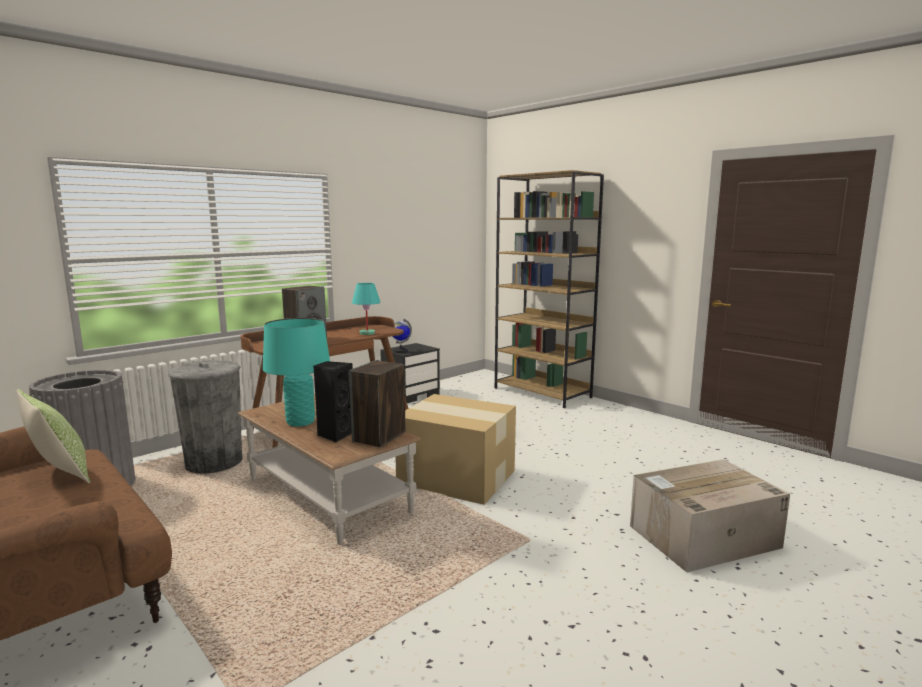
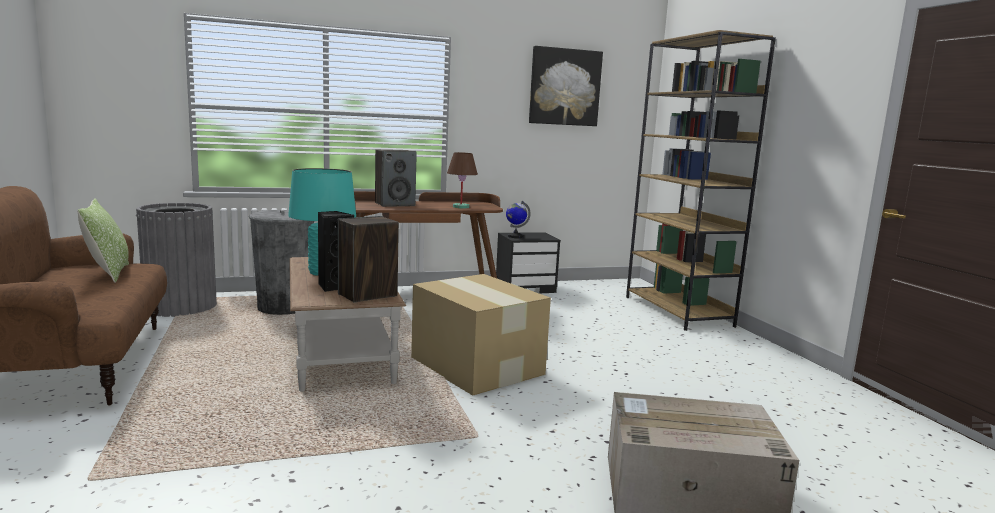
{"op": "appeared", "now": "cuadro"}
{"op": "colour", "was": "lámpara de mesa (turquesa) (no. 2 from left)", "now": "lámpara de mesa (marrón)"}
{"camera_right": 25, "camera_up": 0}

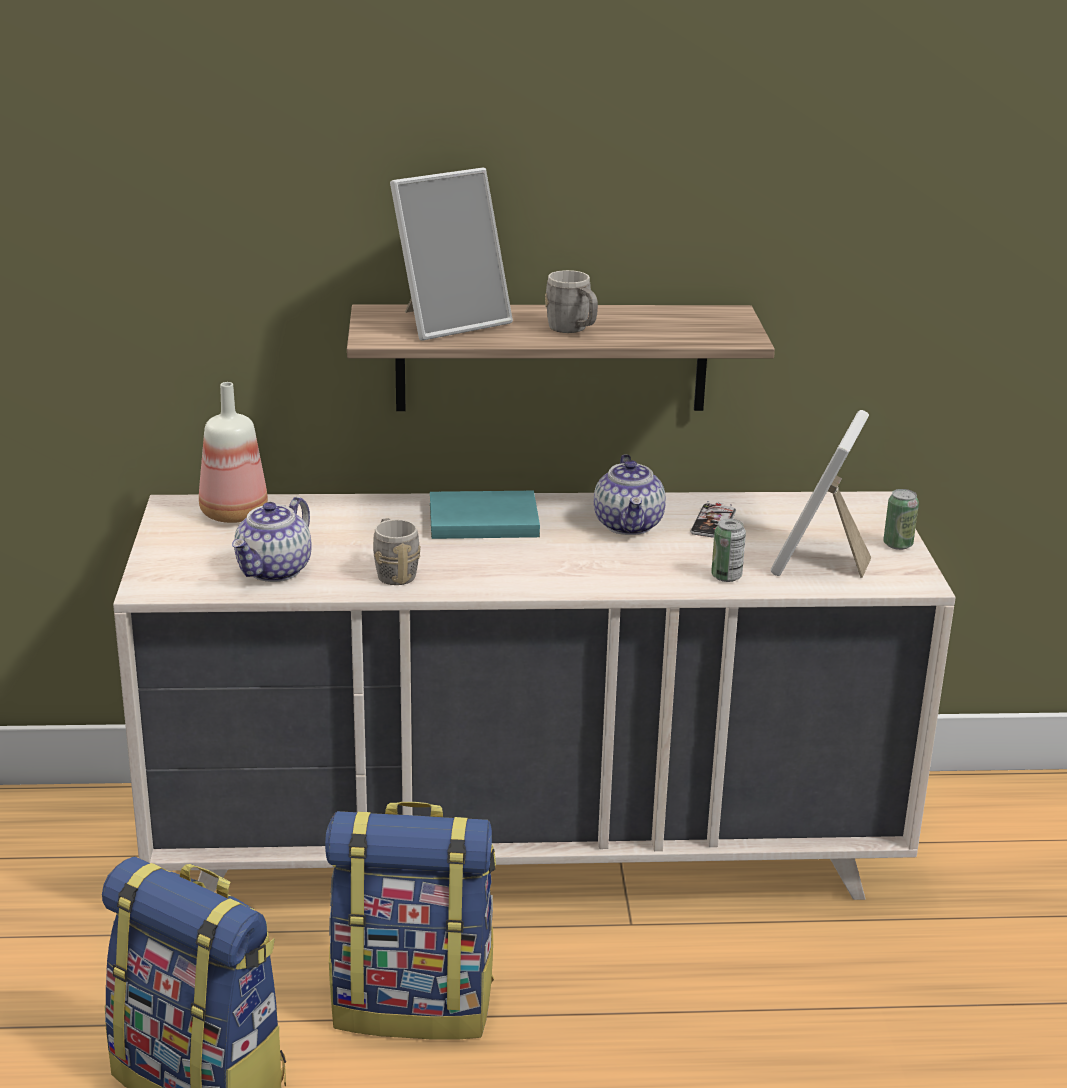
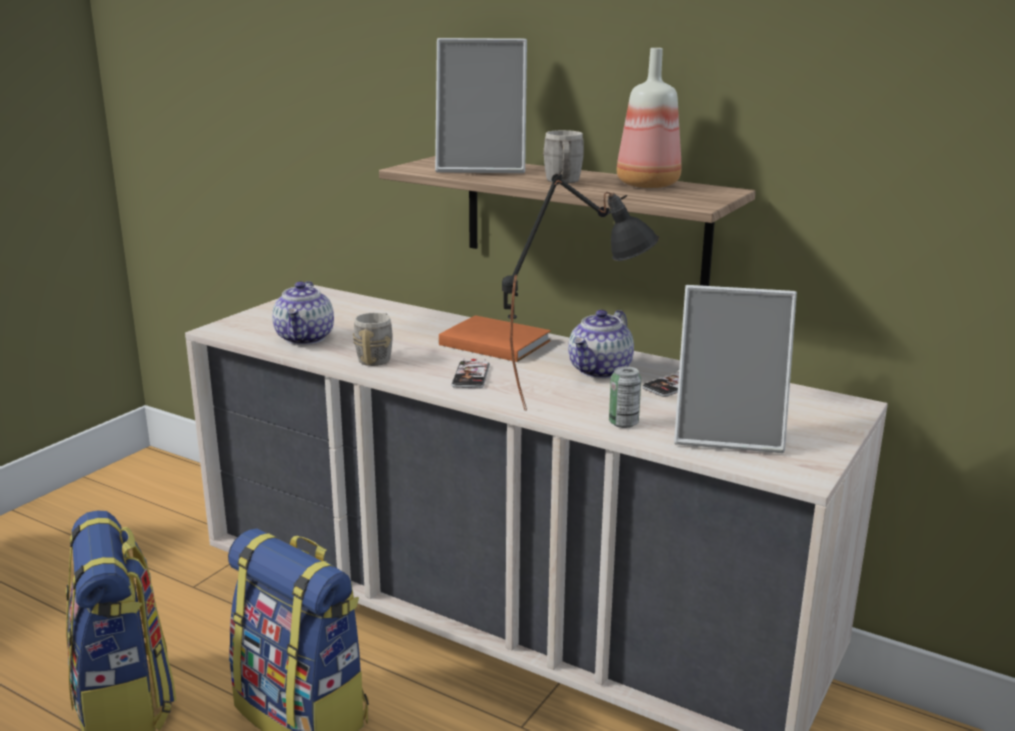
{"op": "missing", "was": "lata (no. 2 from left)"}
{"op": "appeared", "now": "móvil (no. 1 from left)"}
{"op": "appeared", "now": "lámpara de mesa (negro)"}
{"op": "relocated", "was": "botella"}
{"op": "colour", "was": "libro (turquesa)", "now": "libro (naranja)"}
{"op": "spun", "was": "tetera (no. 1 from left)", "clockwise": -60}
{"op": "spun", "was": "portarretratos (no. 2 from left)", "clockwise": -135}
{"camera_right": 35, "camera_up": -5}

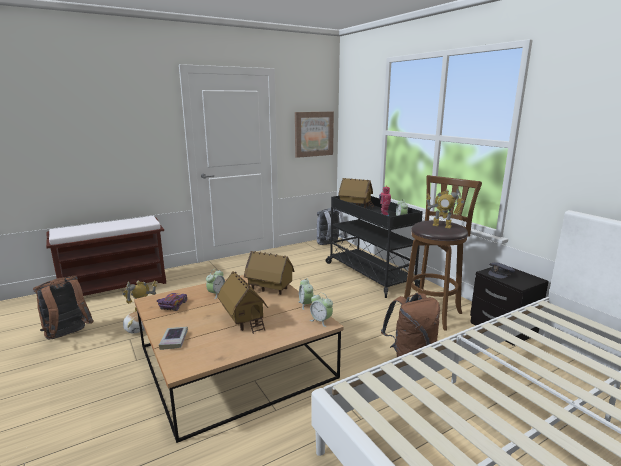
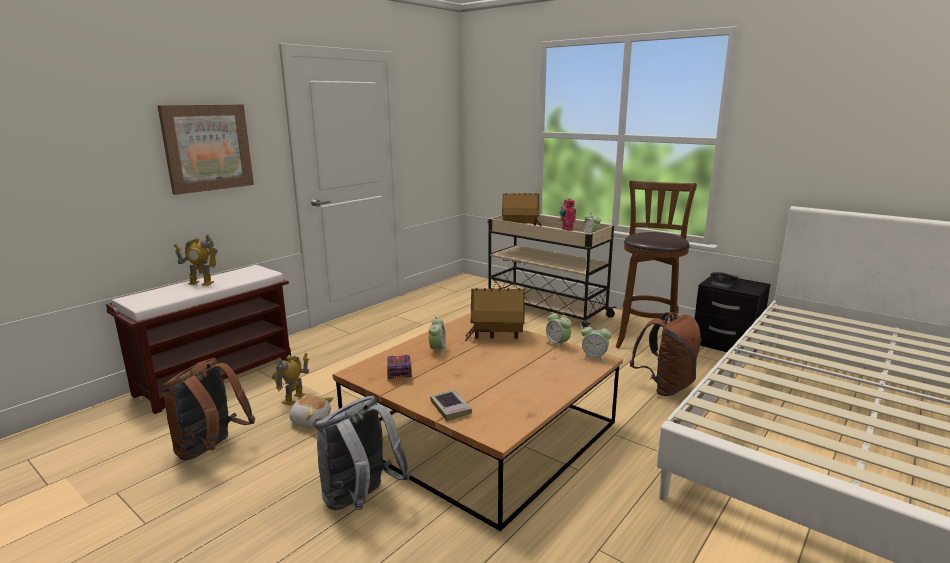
{"op": "missing", "was": "casita (no. 1 from left)"}
{"op": "relocated", "was": "cuadro"}
{"op": "relocated", "was": "mochila (gris)"}
{"op": "relocated", "was": "robot de juguete (no. 3 from left in the first image)", "now": "robot de juguete (no. 1 from left)"}
{"op": "colour", "was": "carrito (negro)", "now": "carrito (beis)"}
{"camera_right": -20, "camera_up": 0}

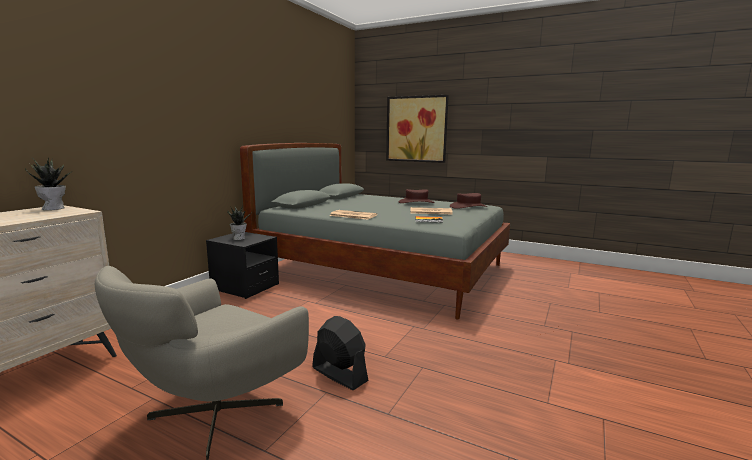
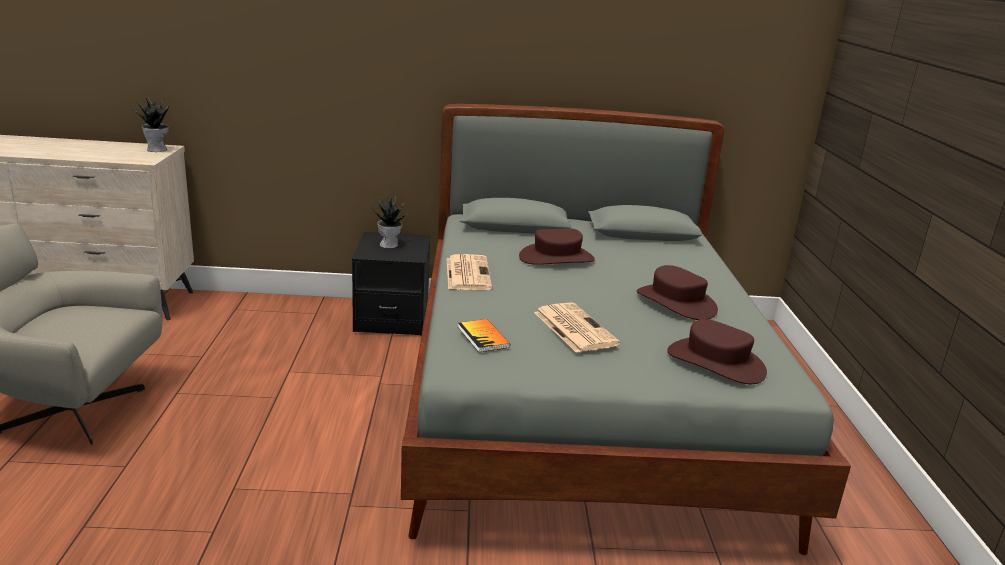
{"op": "missing", "was": "ventilador (negro)"}
{"op": "missing", "was": "cuadro"}
{"op": "appeared", "now": "sombrero (marrón) (no. 1 from left)"}
{"camera_right": 60, "camera_up": 10}

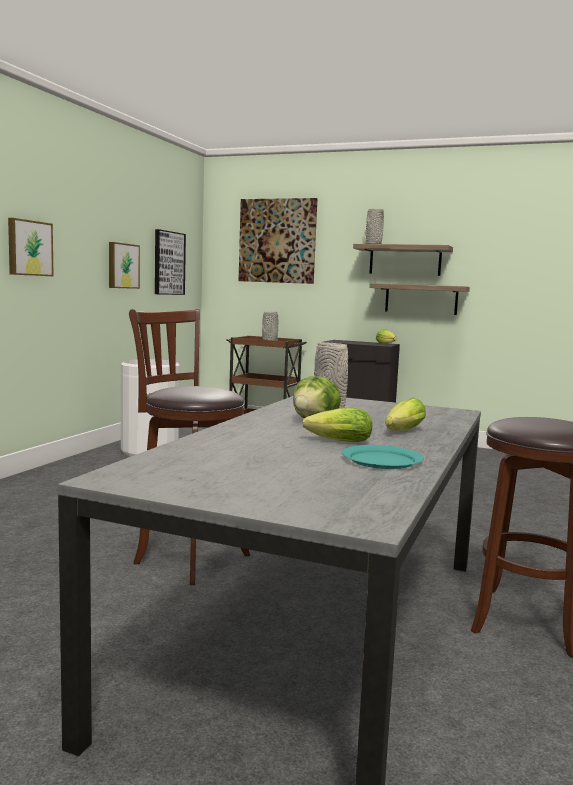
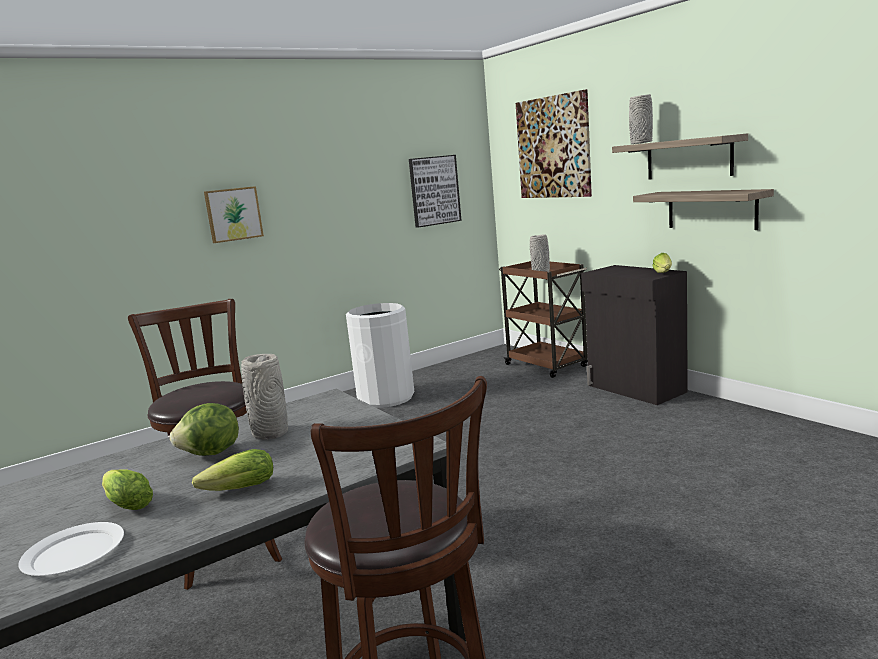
{"op": "missing", "was": "cuadro (no. 2 from left)"}
{"op": "colour", "was": "plato (turquesa)", "now": "plato (blanco)"}
{"camera_right": 35, "camera_up": 5}

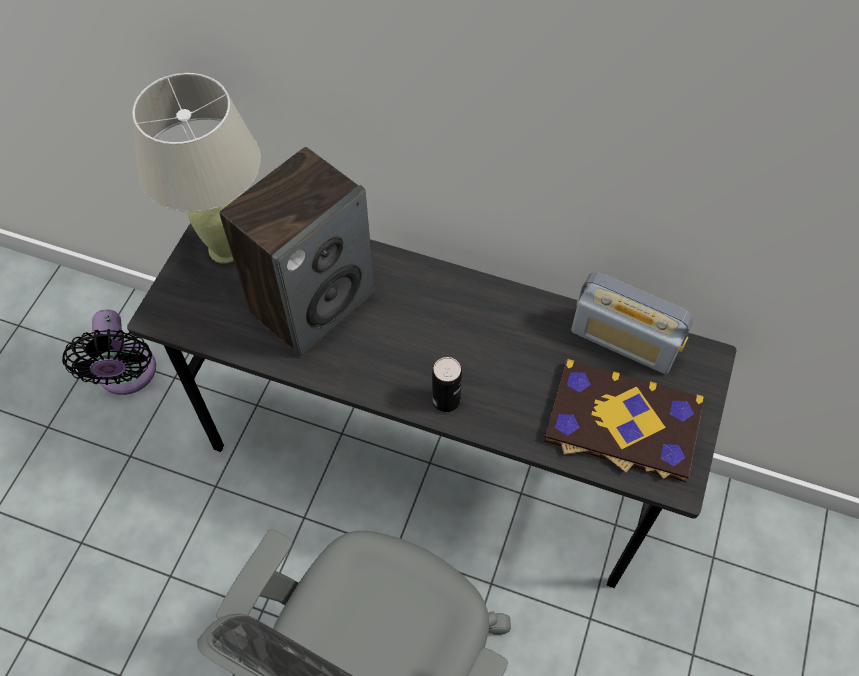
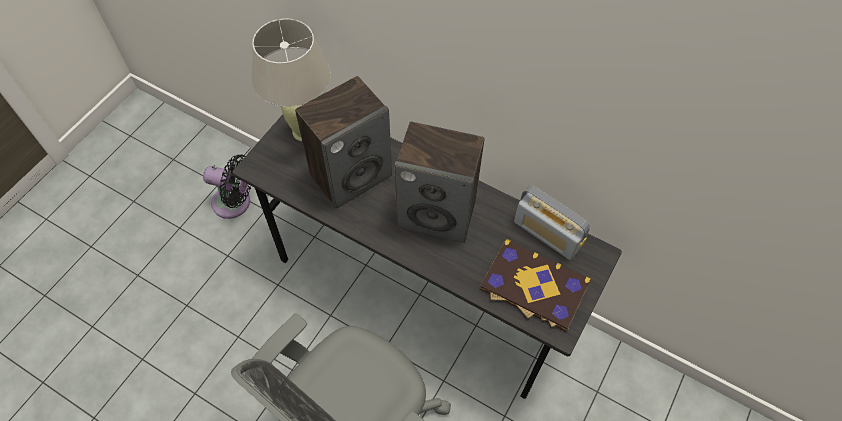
{"op": "missing", "was": "lata"}
{"op": "appeared", "now": "altavoz (no. 2 from left)"}
{"op": "spun", "was": "ventilador (negro)", "clockwise": -75}
{"camera_right": 10, "camera_up": 0}

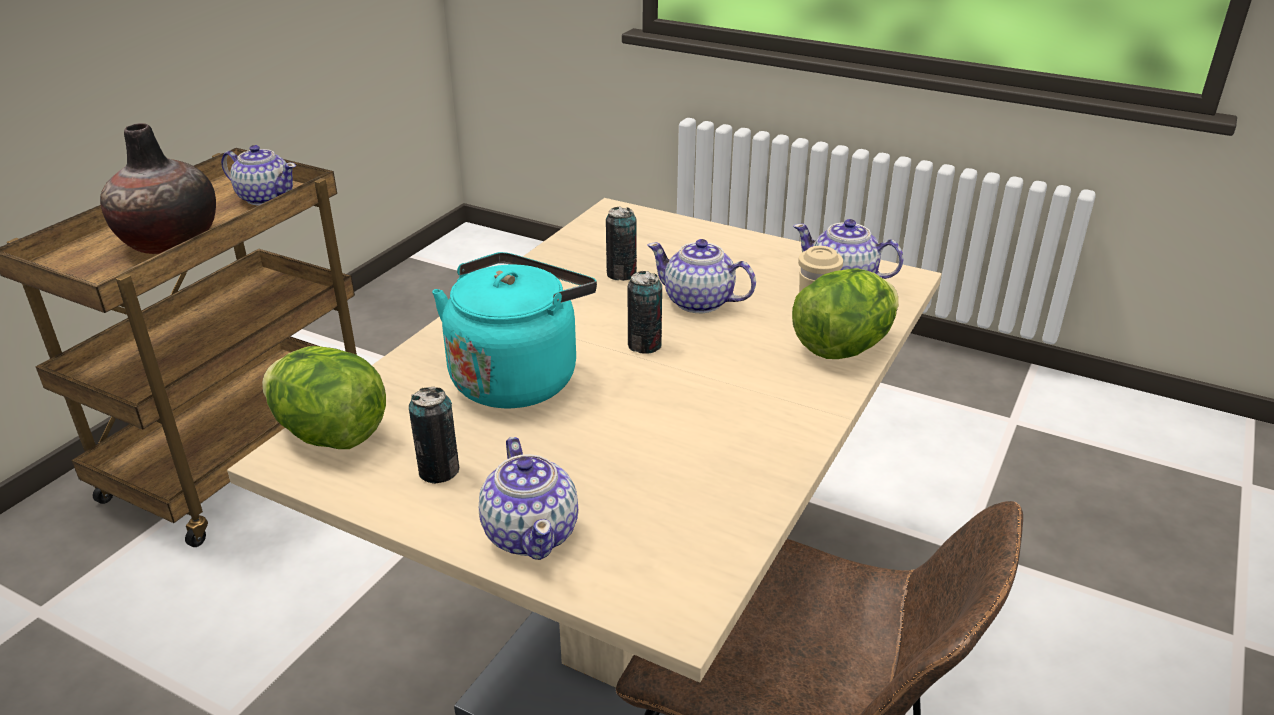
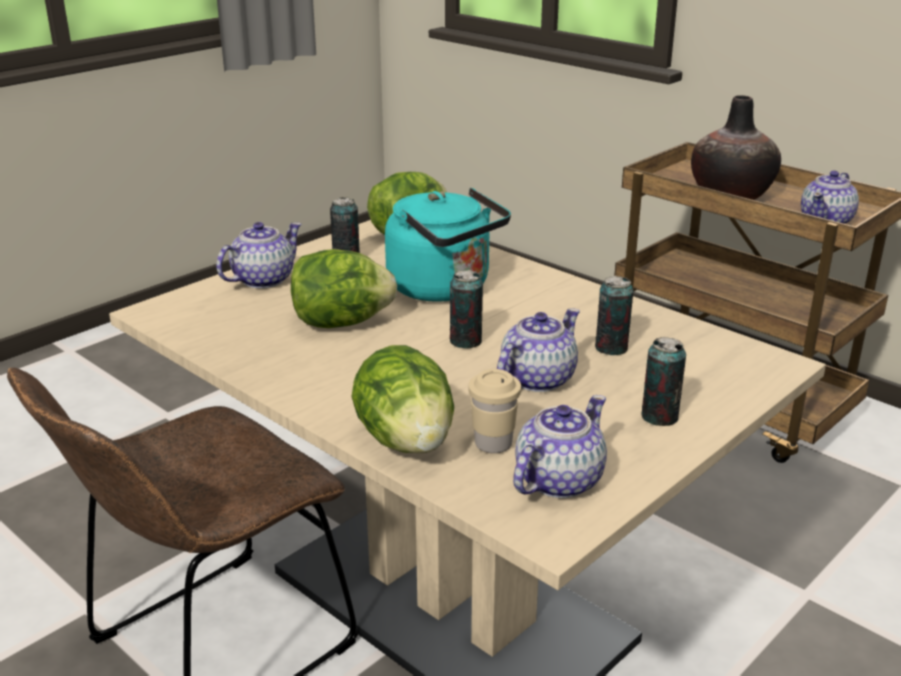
{"op": "appeared", "now": "lechuga (no. 1 from left)"}
{"op": "appeared", "now": "lata (no. 4 from left)"}
{"op": "spun", "was": "tetera (no. 2 from left in the first image)", "clockwise": 135}
{"camera_right": 105, "camera_up": -5}

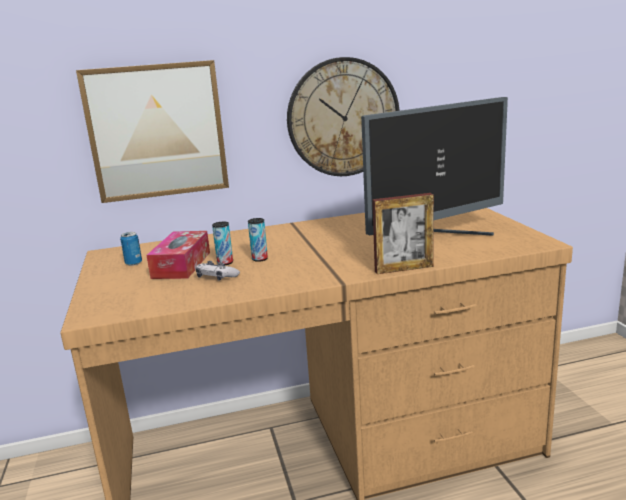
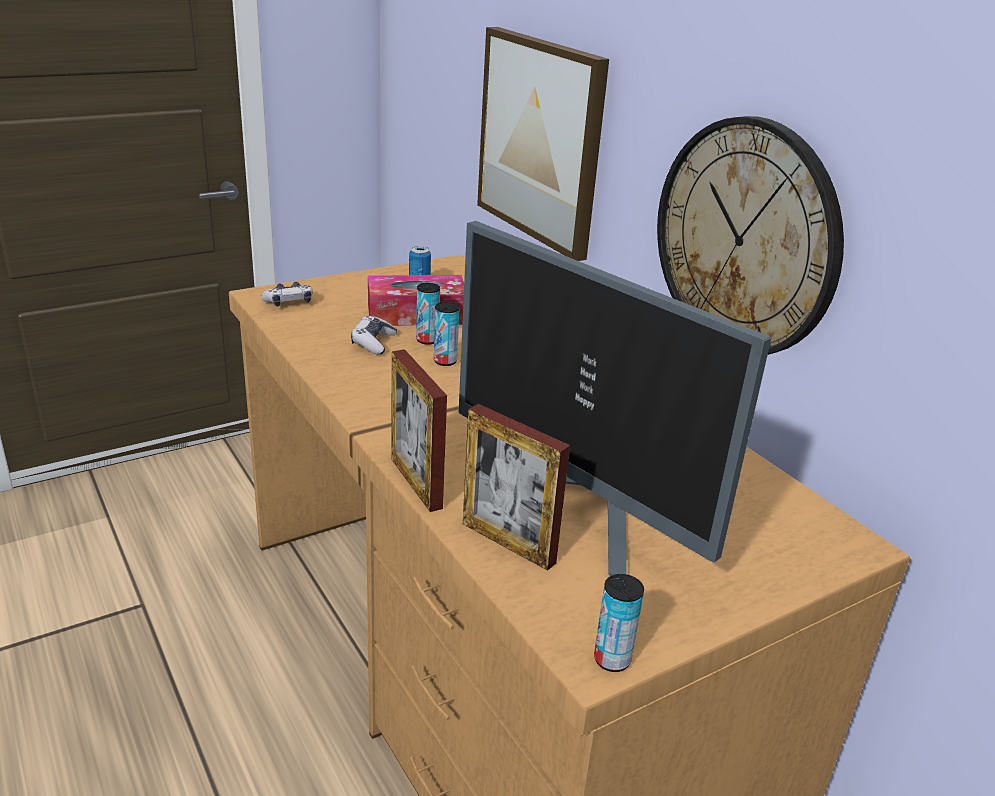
{"op": "appeared", "now": "mando de consola (no. 1 from left)"}
{"op": "appeared", "now": "portarretratos (no. 2 from left)"}
{"op": "appeared", "now": "lata (no. 4 from left)"}
{"camera_right": 70, "camera_up": 10}

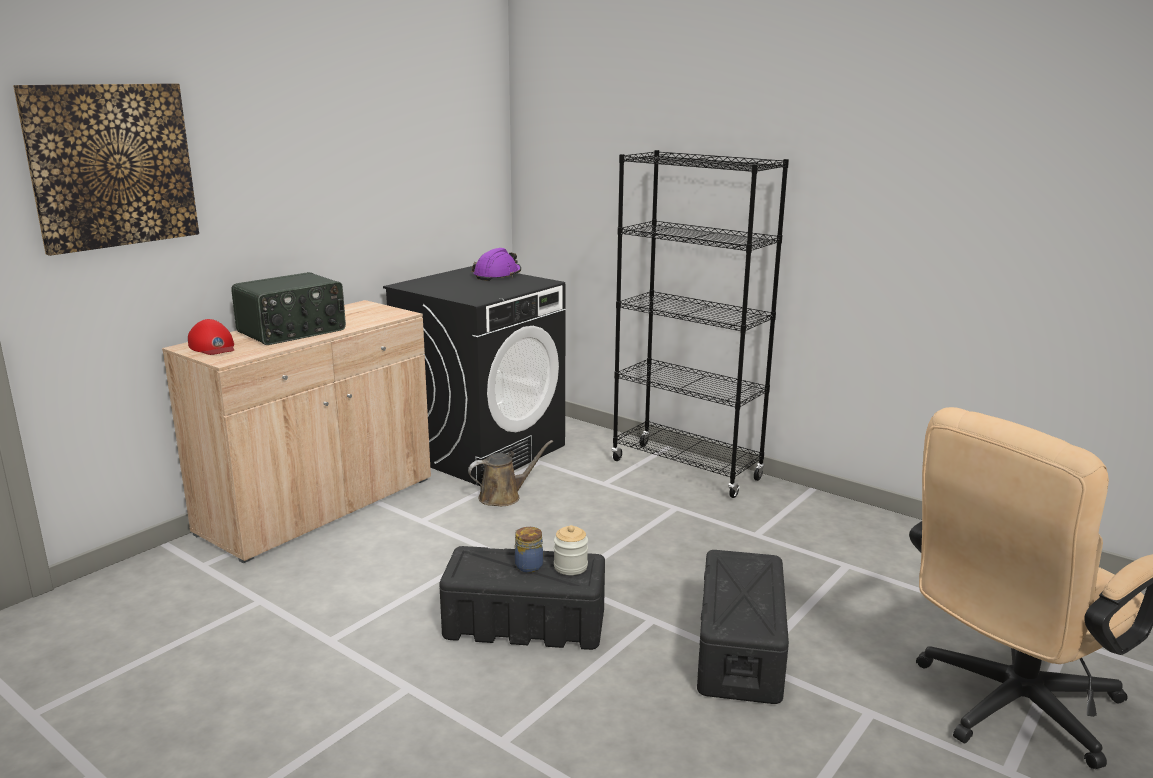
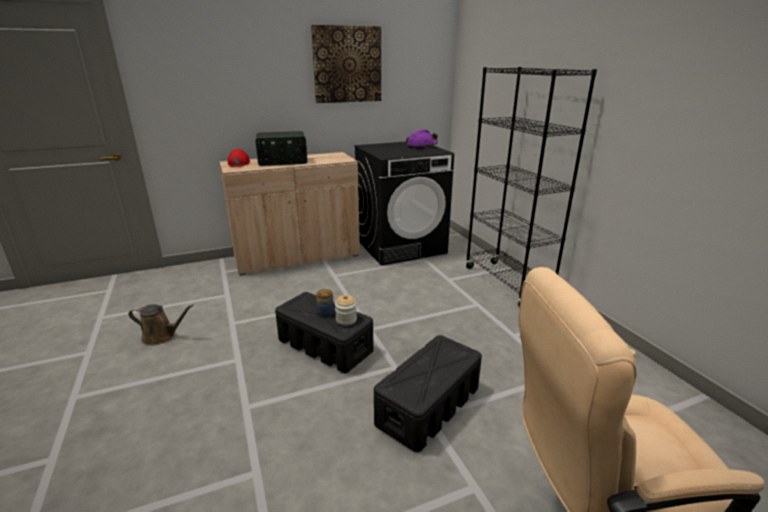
{"op": "relocated", "was": "cuadro"}
{"op": "relocated", "was": "regadera (marrón)"}
{"camera_right": 30, "camera_up": 5}

